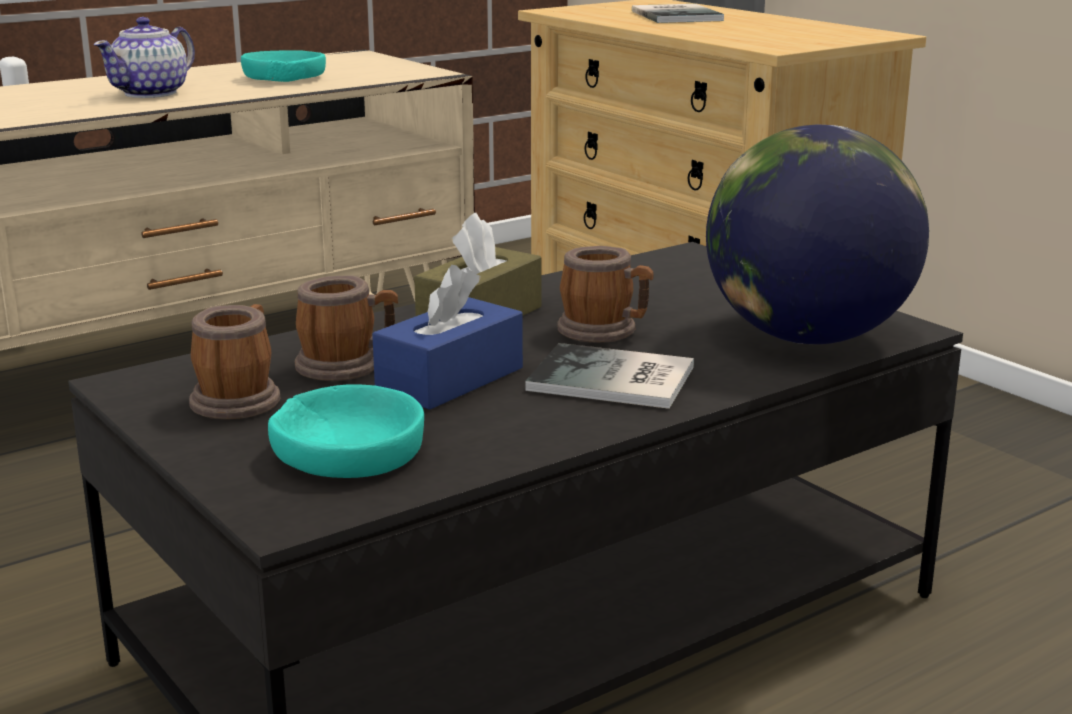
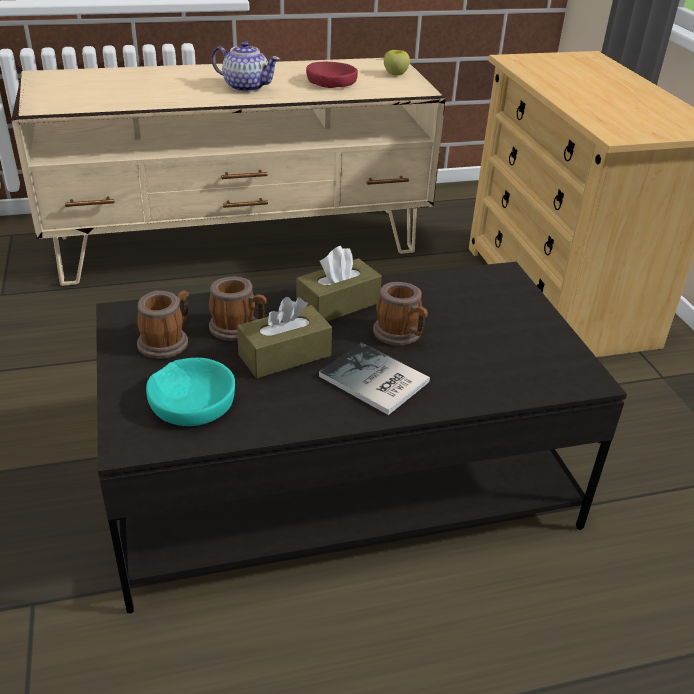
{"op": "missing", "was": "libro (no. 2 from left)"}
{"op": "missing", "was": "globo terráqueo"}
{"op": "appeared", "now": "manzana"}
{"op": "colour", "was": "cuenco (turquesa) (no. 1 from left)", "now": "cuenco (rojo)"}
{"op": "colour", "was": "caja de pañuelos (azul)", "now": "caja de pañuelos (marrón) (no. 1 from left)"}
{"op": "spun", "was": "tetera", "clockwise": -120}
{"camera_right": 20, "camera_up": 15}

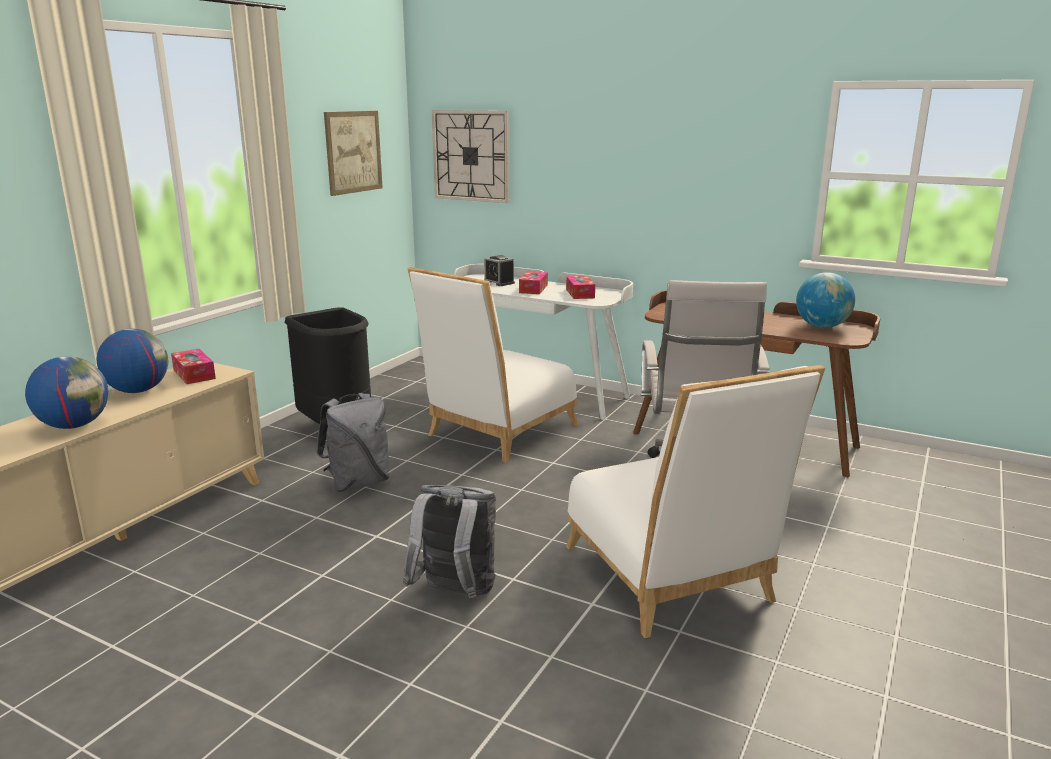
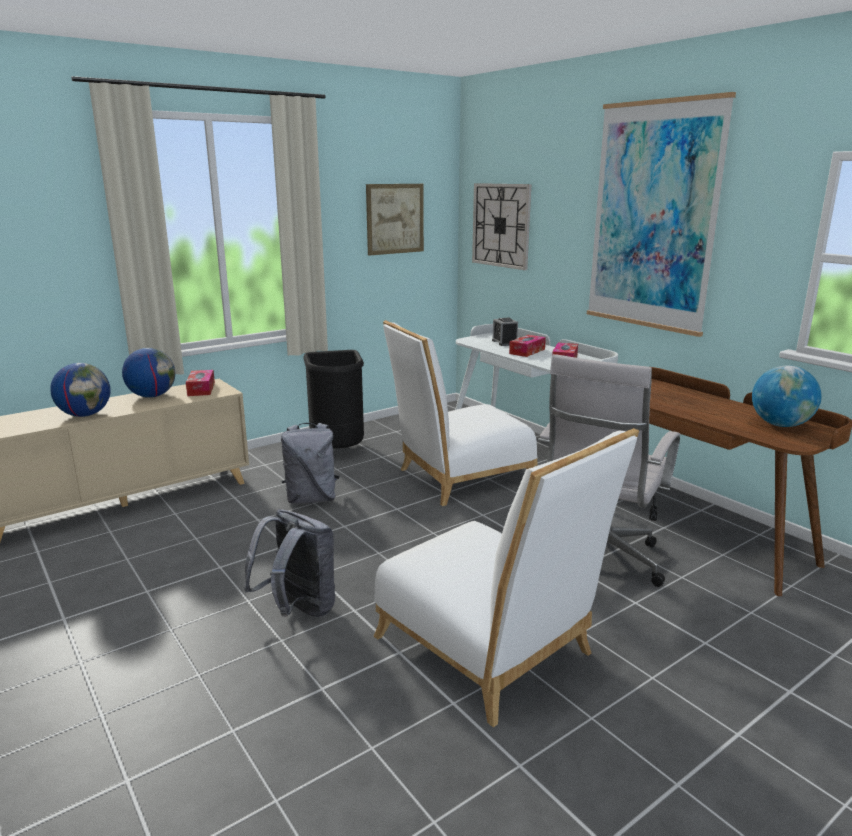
{"op": "appeared", "now": "cuadro (no. 2 from left)"}
{"op": "spun", "was": "silla (blanco) (no. 2 from left)", "clockwise": -45}
{"camera_right": 25, "camera_up": 0}

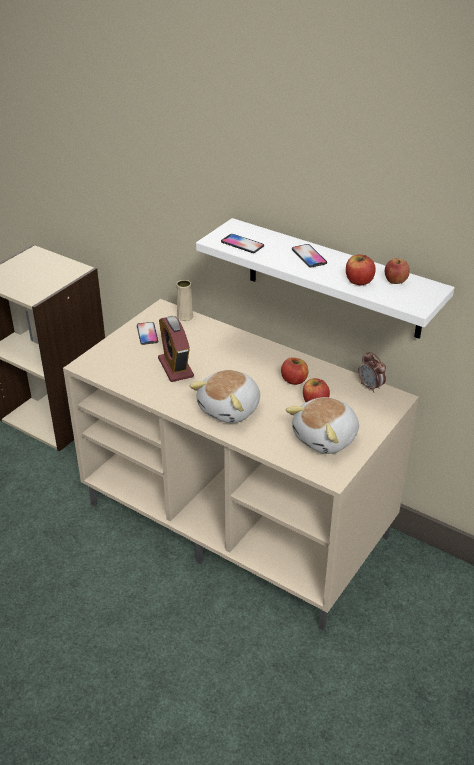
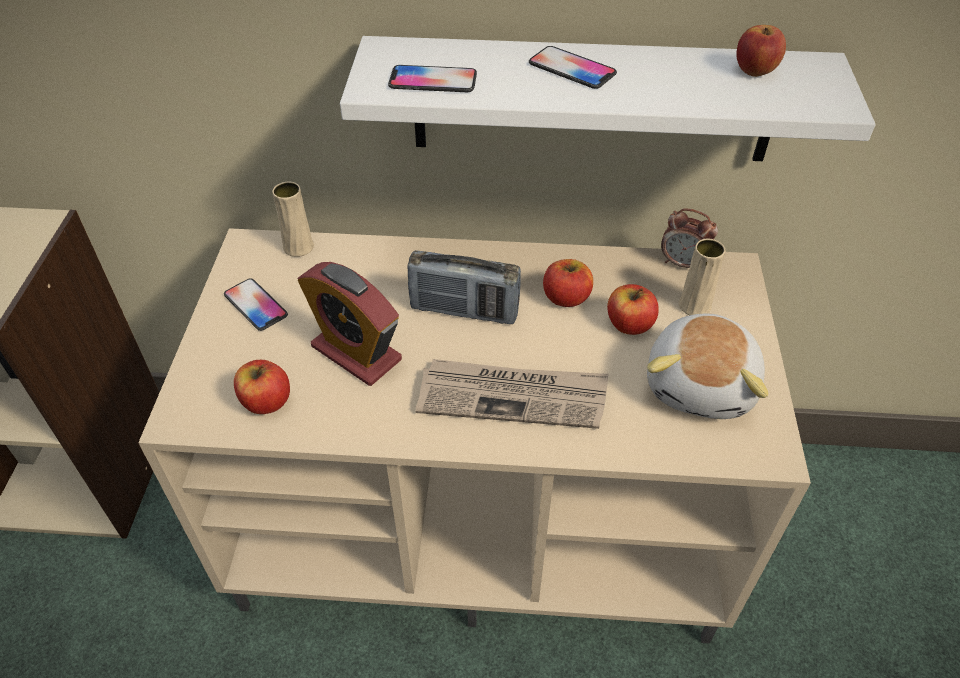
{"op": "appeared", "now": "radio"}
{"op": "appeared", "now": "florero (beis) (no. 2 from left)"}
{"op": "relocated", "was": "manzana (no. 3 from left in the first image)", "now": "manzana (no. 1 from left)"}
{"op": "exchanged", "was": "peluche (no. 1 from left)", "now": "periódico"}
{"camera_right": -30, "camera_up": 10}

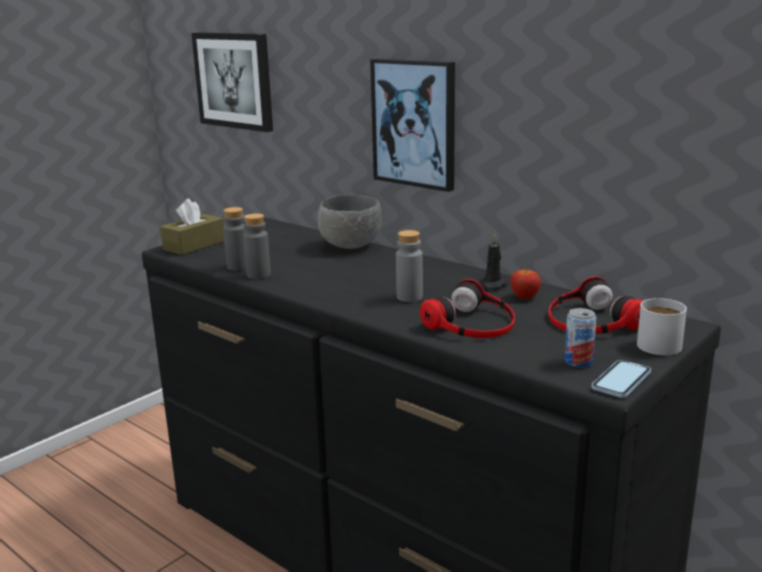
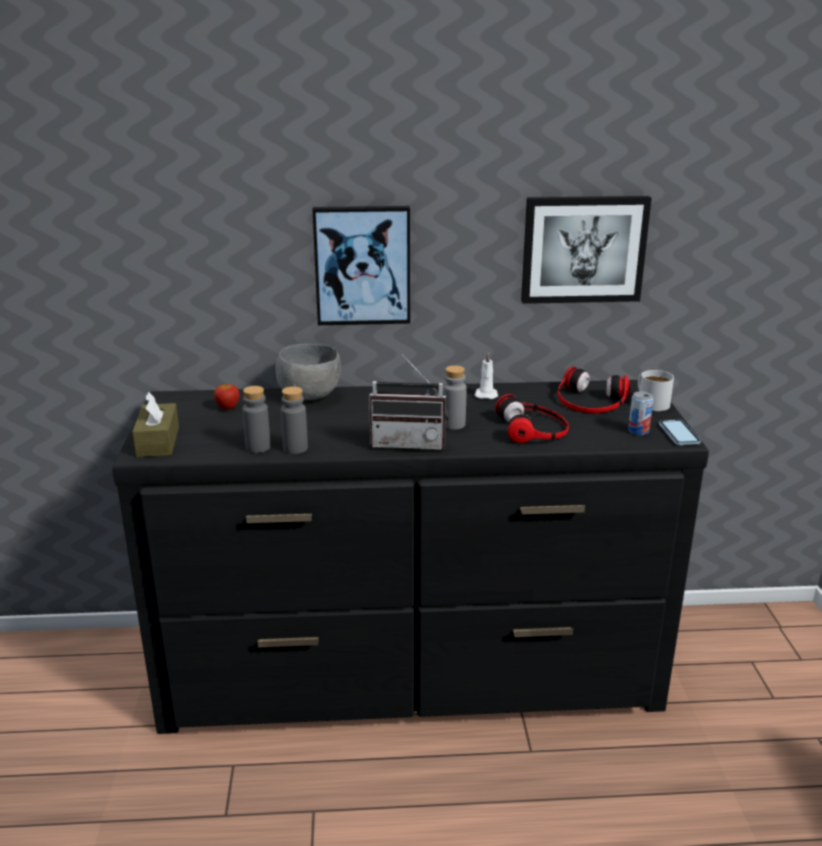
{"op": "appeared", "now": "radio"}
{"op": "relocated", "was": "cuadro (no. 1 from left in the first image)", "now": "cuadro (no. 2 from left)"}
{"op": "relocated", "was": "manzana"}
{"op": "colour", "was": "vela (negro)", "now": "vela (blanco)"}
{"camera_right": -45, "camera_up": 5}

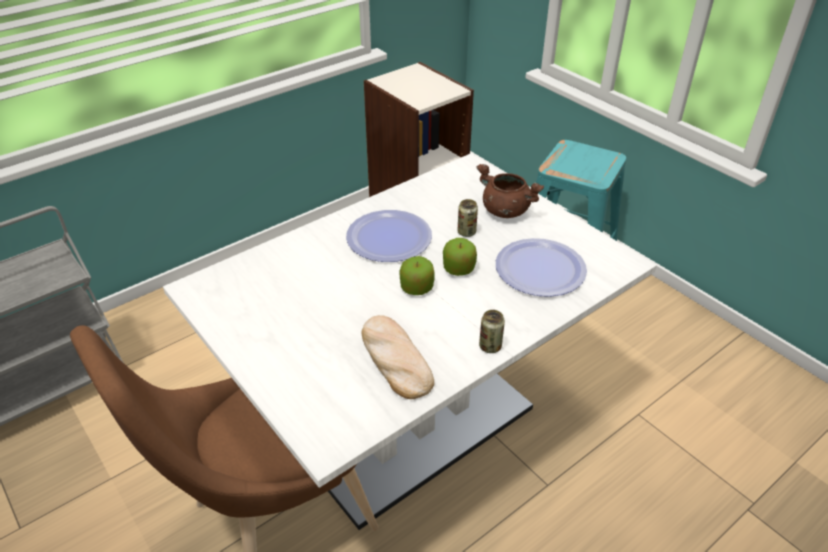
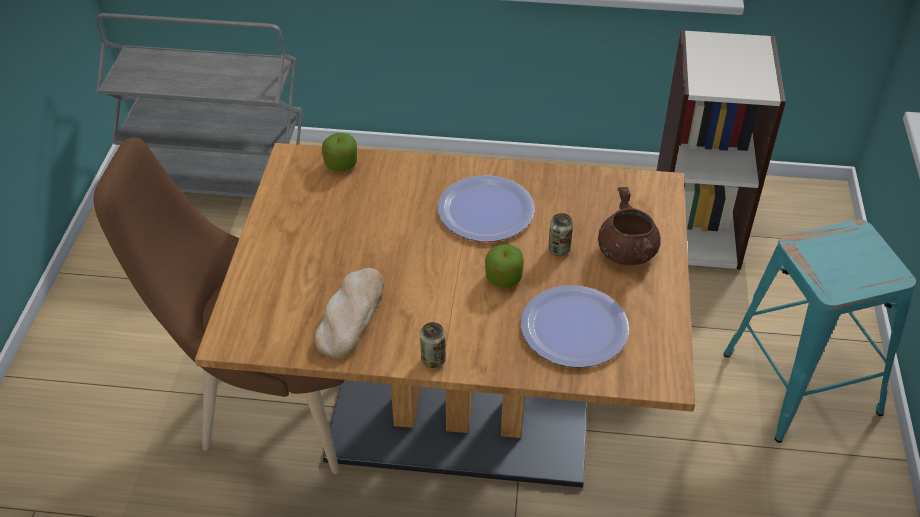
{"op": "relocated", "was": "manzana (no. 1 from left)"}
{"op": "colour", "was": "mesa de comedor (blanco)", "now": "mesa de comedor (marrón)"}
{"camera_right": 45, "camera_up": 5}

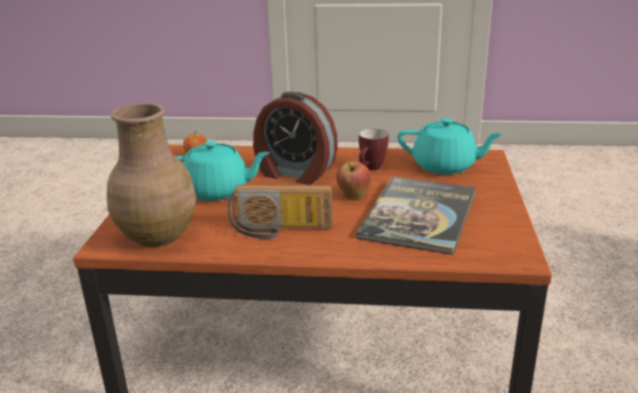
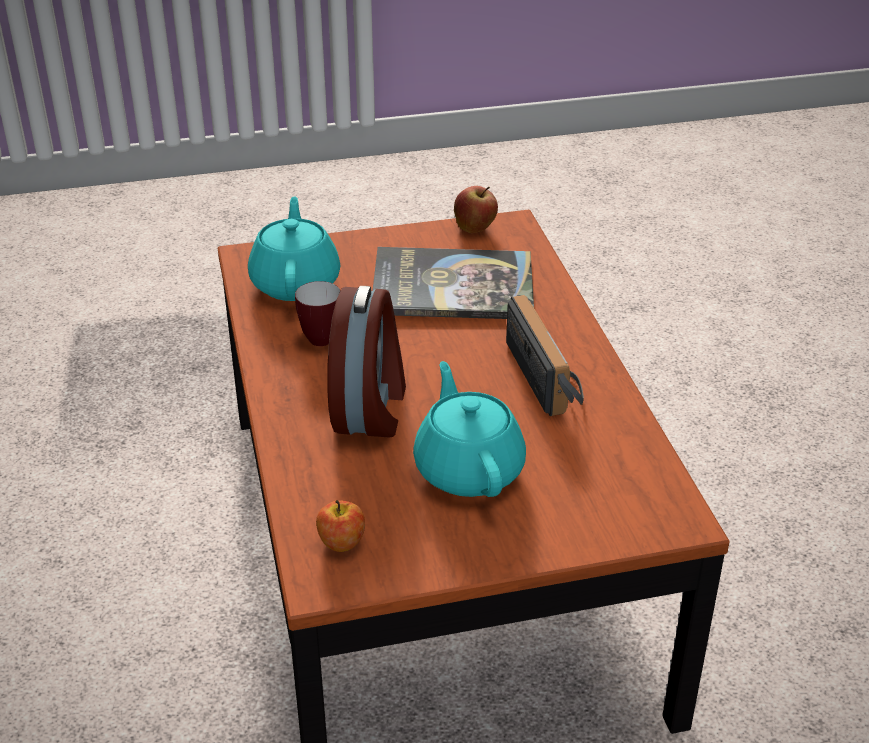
{"op": "missing", "was": "florero (marrón)"}
{"op": "relocated", "was": "manzana (no. 2 from left)"}
{"camera_right": -110, "camera_up": 10}

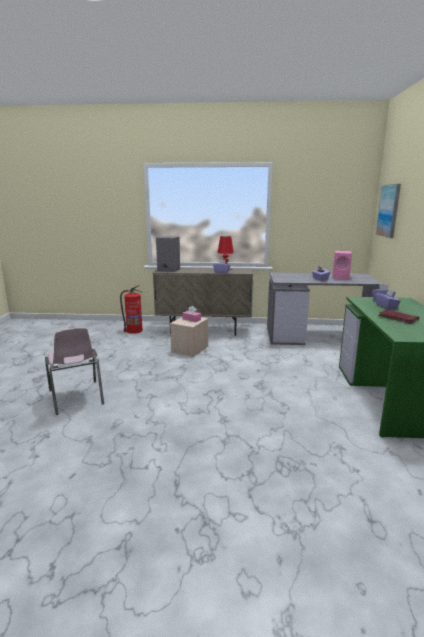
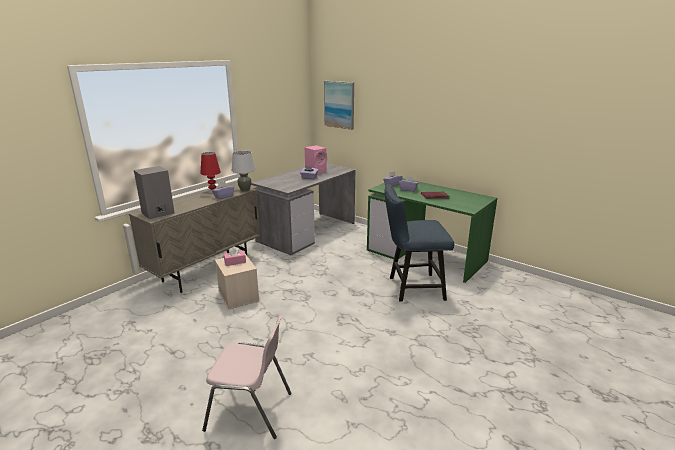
{"op": "missing", "was": "extintor"}
{"op": "appeared", "now": "lámpara de mesa (gris)"}
{"op": "appeared", "now": "silla (azul)"}
{"camera_right": -55, "camera_up": 5}

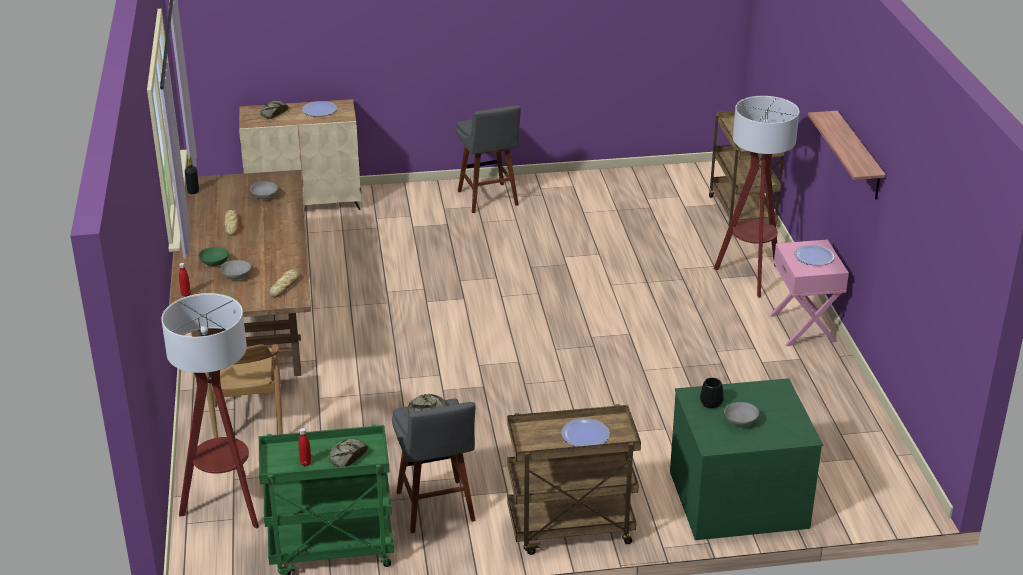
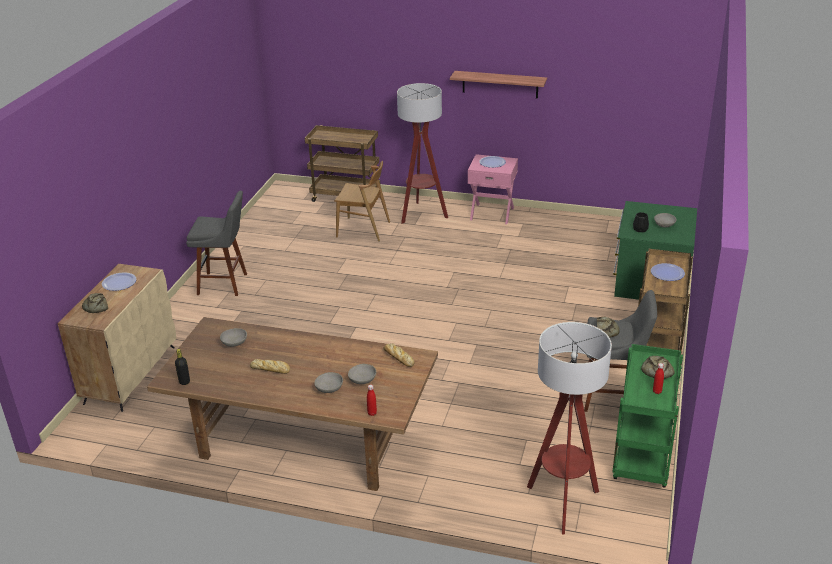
{"op": "relocated", "was": "silla (marrón)"}
{"op": "colour", "was": "cuenco (verde)", "now": "cuenco (gris) (no. 2 from left)"}
{"camera_right": -65, "camera_up": 0}

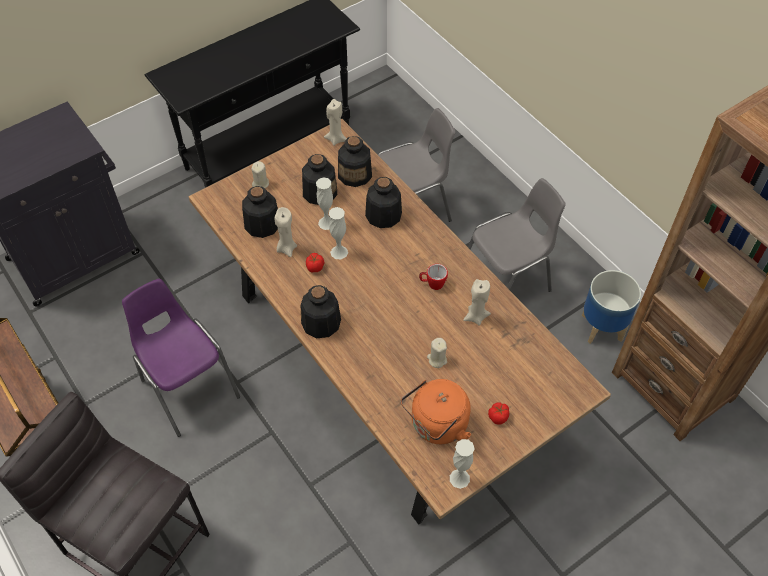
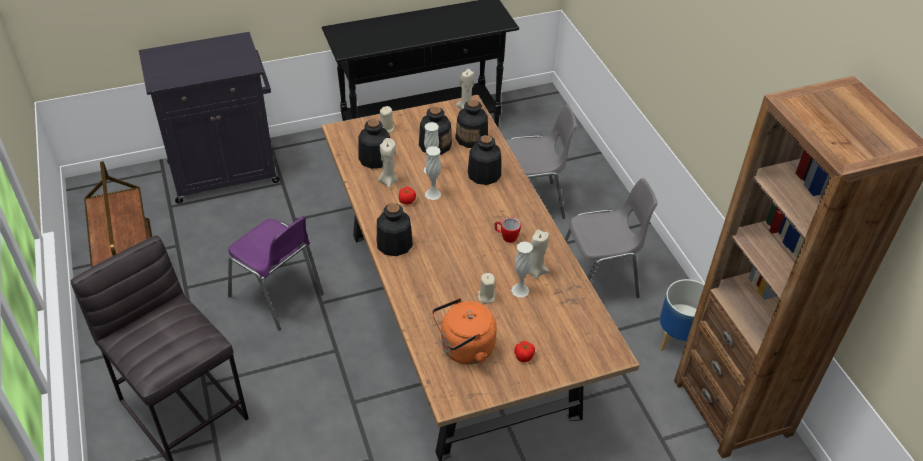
{"op": "relocated", "was": "florero (blanco) (no. 3 from left)"}
{"op": "spun", "was": "silla (morado)", "clockwise": 150}
{"camera_right": 15, "camera_up": -10}

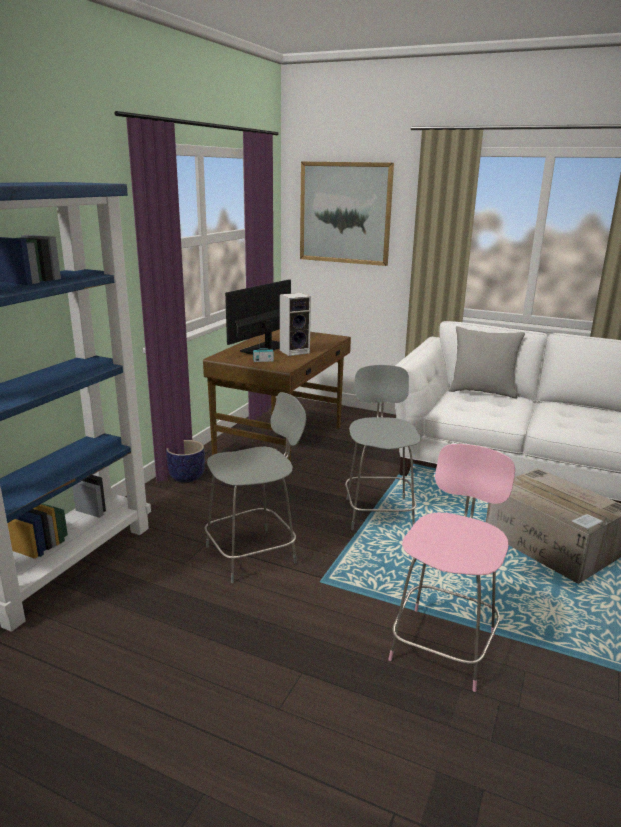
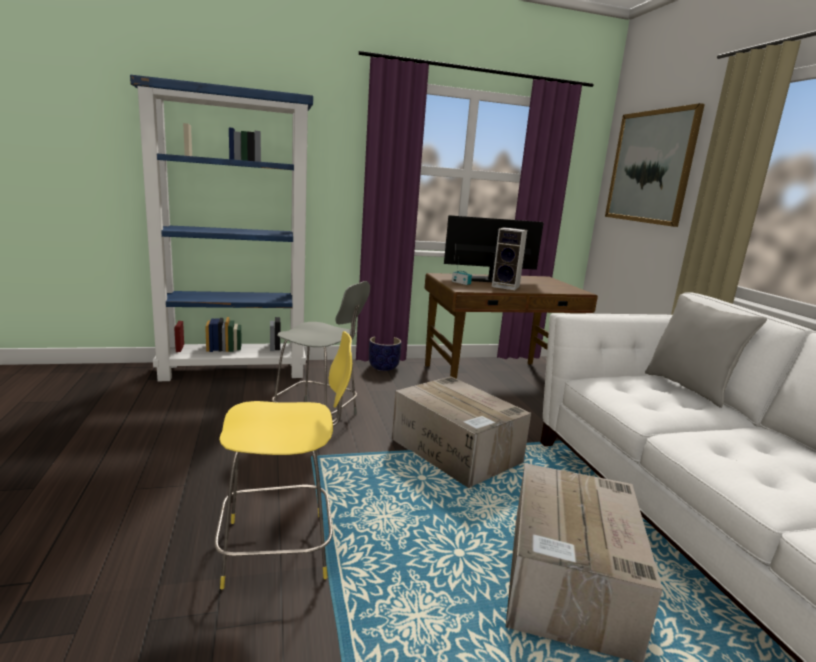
{"op": "exchanged", "was": "silla (gris) (no. 2 from left)", "now": "caja de cartón (no. 1 from left)"}
{"op": "colour", "was": "silla (rosa)", "now": "silla (amarillo)"}
{"camera_right": 50, "camera_up": -5}

